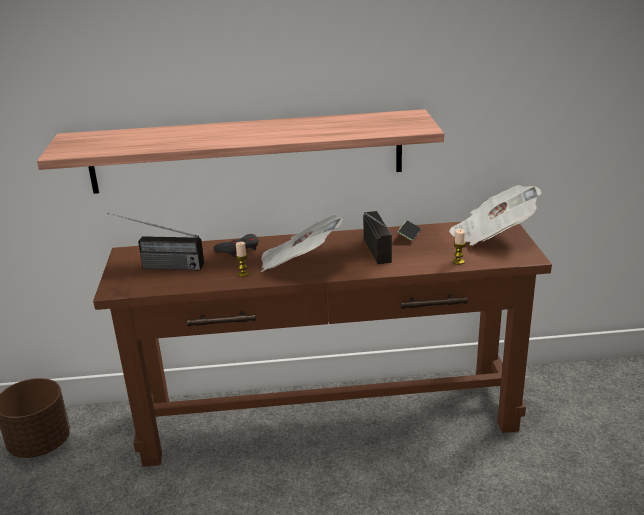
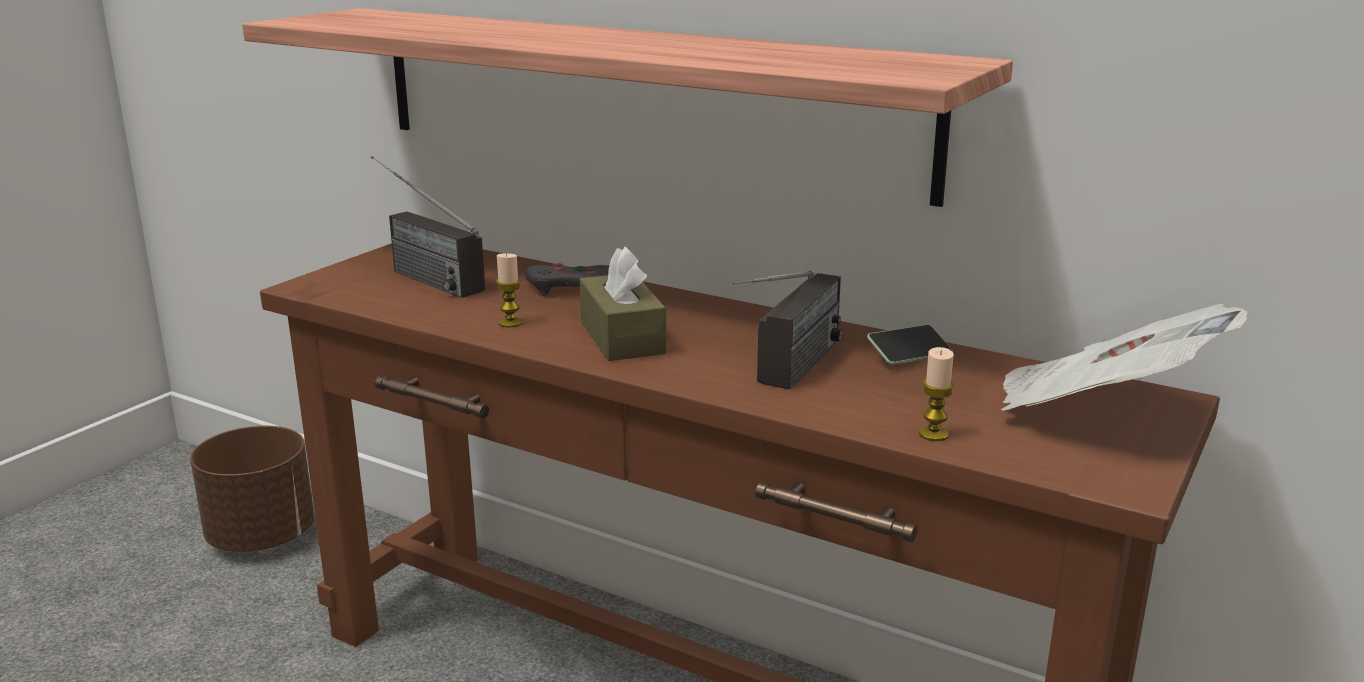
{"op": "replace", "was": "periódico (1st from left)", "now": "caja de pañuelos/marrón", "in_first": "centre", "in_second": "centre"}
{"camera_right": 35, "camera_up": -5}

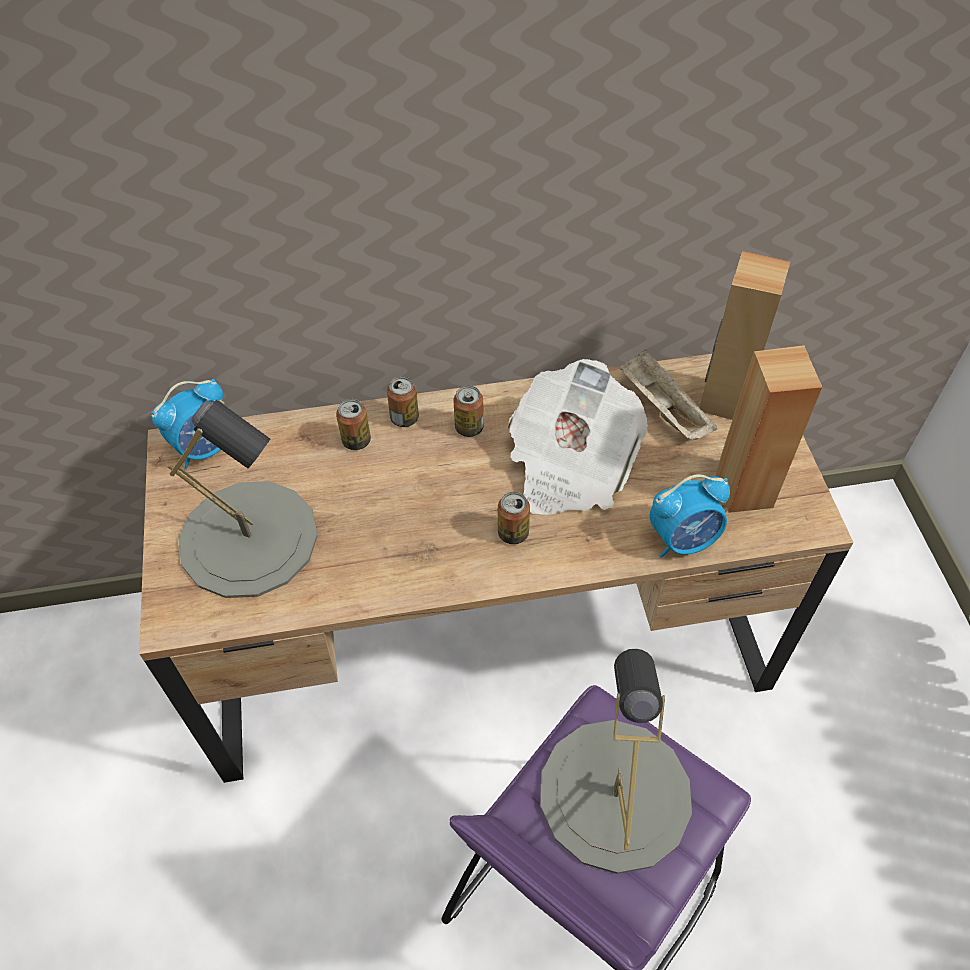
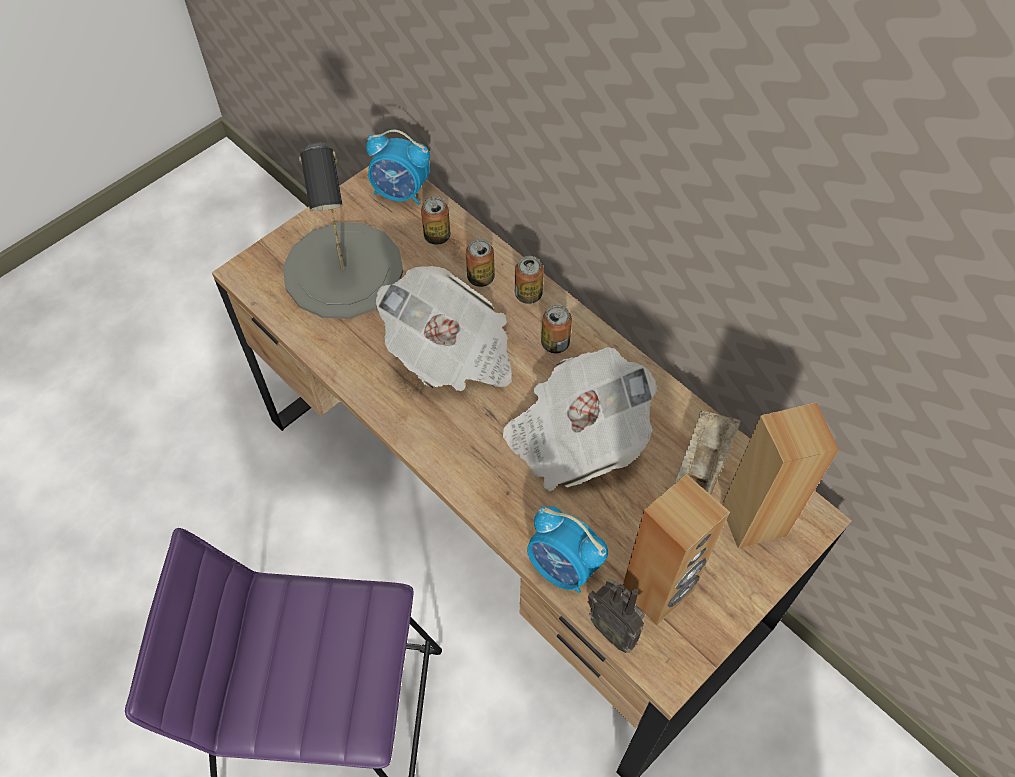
{"op": "delete", "was": "lámpara de mesa/gris (2nd from left)", "in_first": "bottom centre"}
{"op": "insert", "now": "periódico (1st from left)", "in_second": "centre"}
{"op": "insert", "now": "radio", "in_second": "bottom centre"}
{"op": "move", "was": "lata (4th from left in the first image)", "now": "lata (1st from left)", "in_first": "centre", "in_second": "top centre"}
{"camera_right": 55, "camera_up": 5}

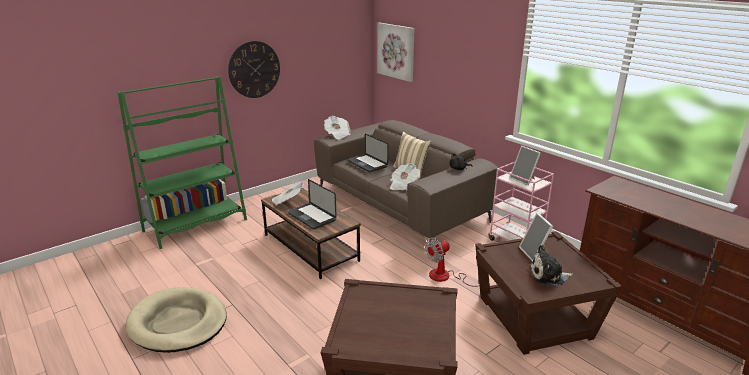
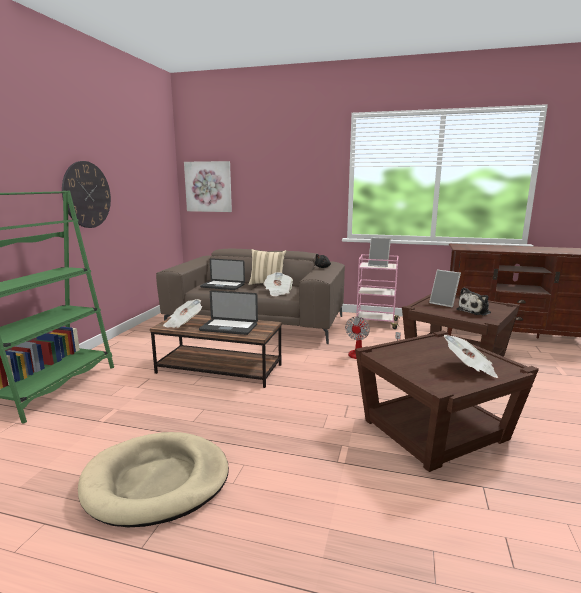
{"op": "move", "was": "periódico (2nd from left in the first image)", "now": "periódico (3rd from left)", "in_first": "centre", "in_second": "middle right"}
{"camera_right": -35, "camera_up": -10}

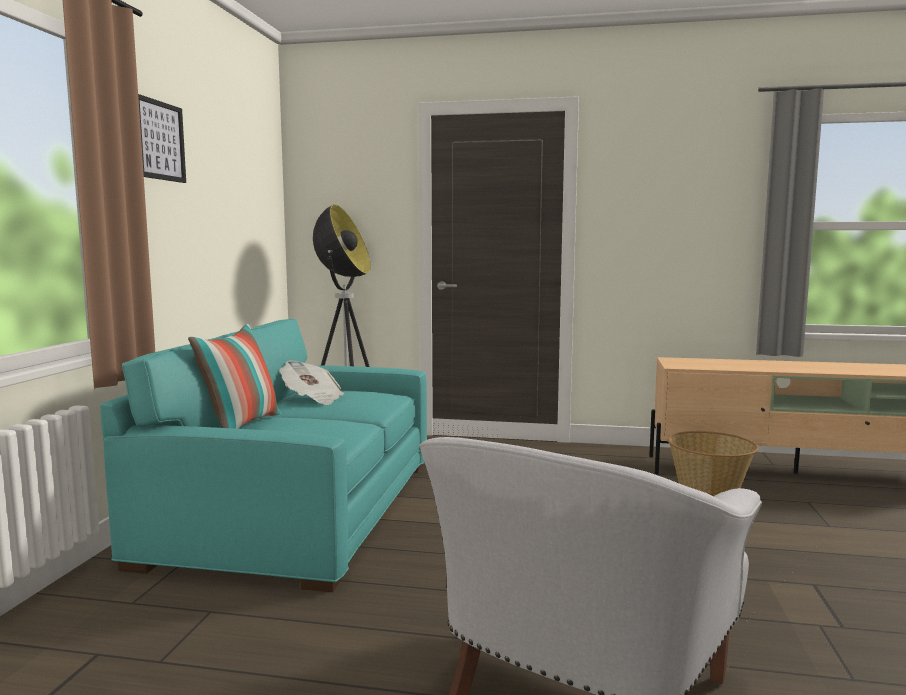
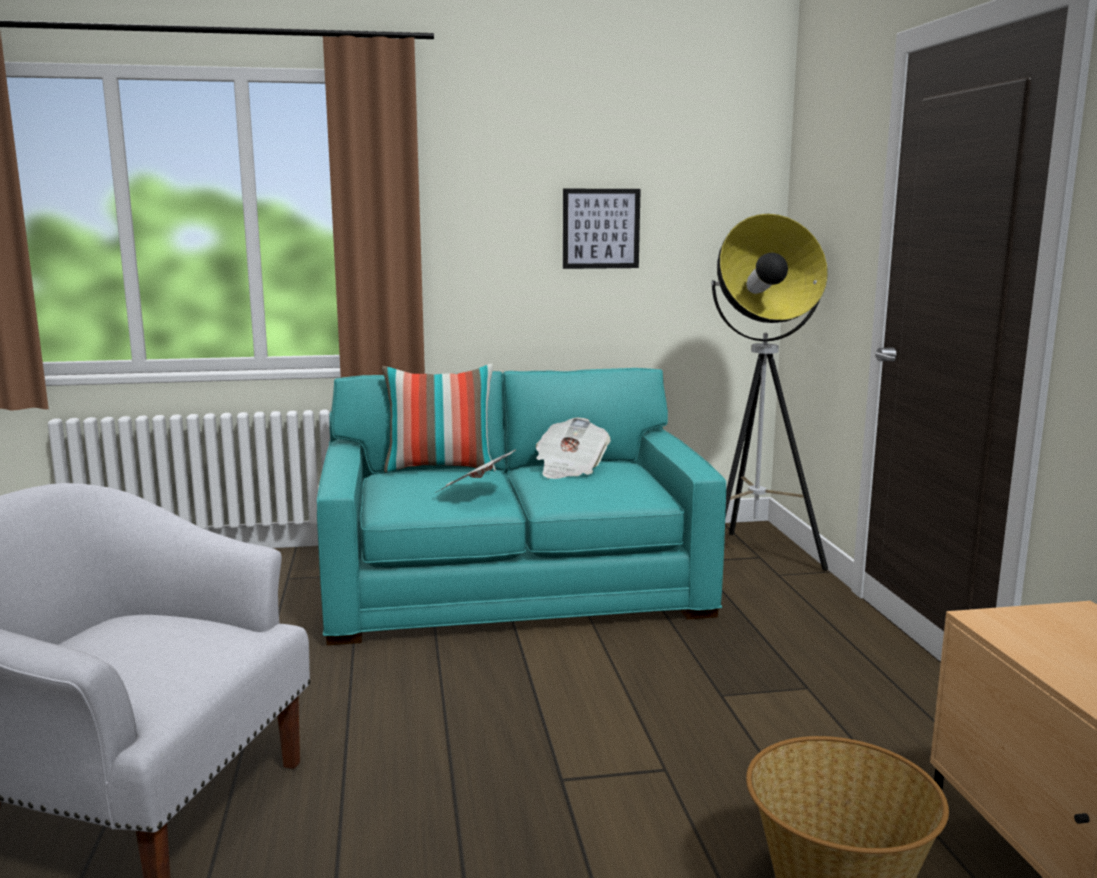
{"op": "insert", "now": "periódico (1st from left)", "in_second": "centre"}
{"op": "move", "was": "cuadro", "in_first": "top left", "in_second": "top centre"}
{"camera_right": 70, "camera_up": 5}

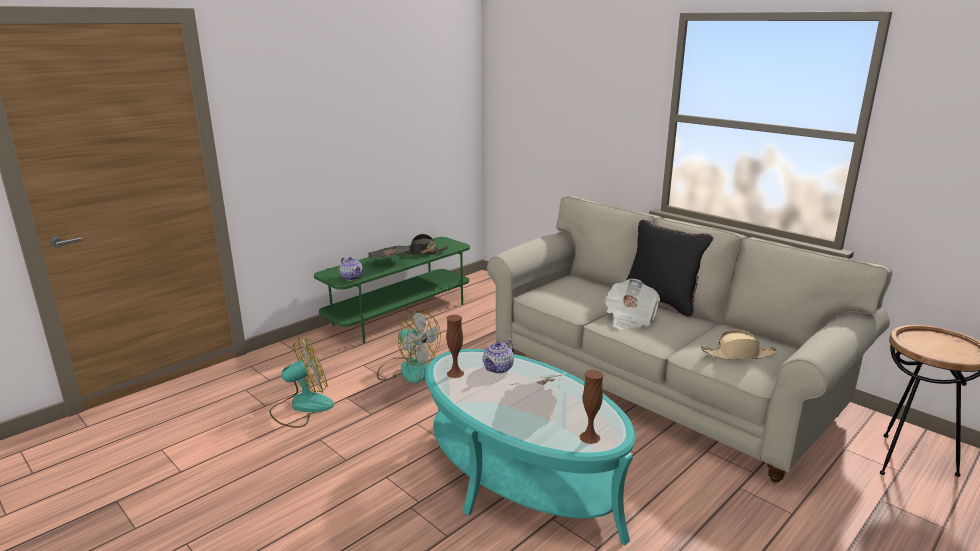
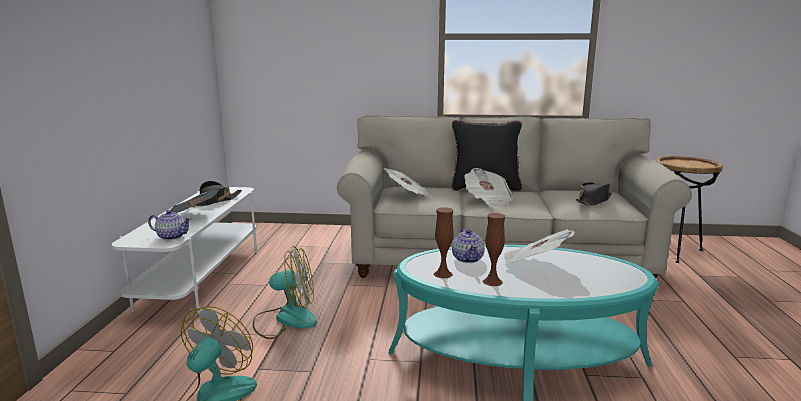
{"op": "insert", "now": "periódico (2nd from left)", "in_second": "centre"}
{"op": "move", "was": "florero/marrón (2nd from left)", "in_first": "bottom centre", "in_second": "centre"}
{"op": "recolor", "was": "mueble de televisión/verde", "now": "mueble de televisión/blanco", "in_first": "centre", "in_second": "middle left"}
{"op": "recolor", "was": "sombrero/beis", "now": "sombrero/negro (2nd from left)", "in_first": "middle right", "in_second": "middle right"}
{"camera_right": -40, "camera_up": -5}

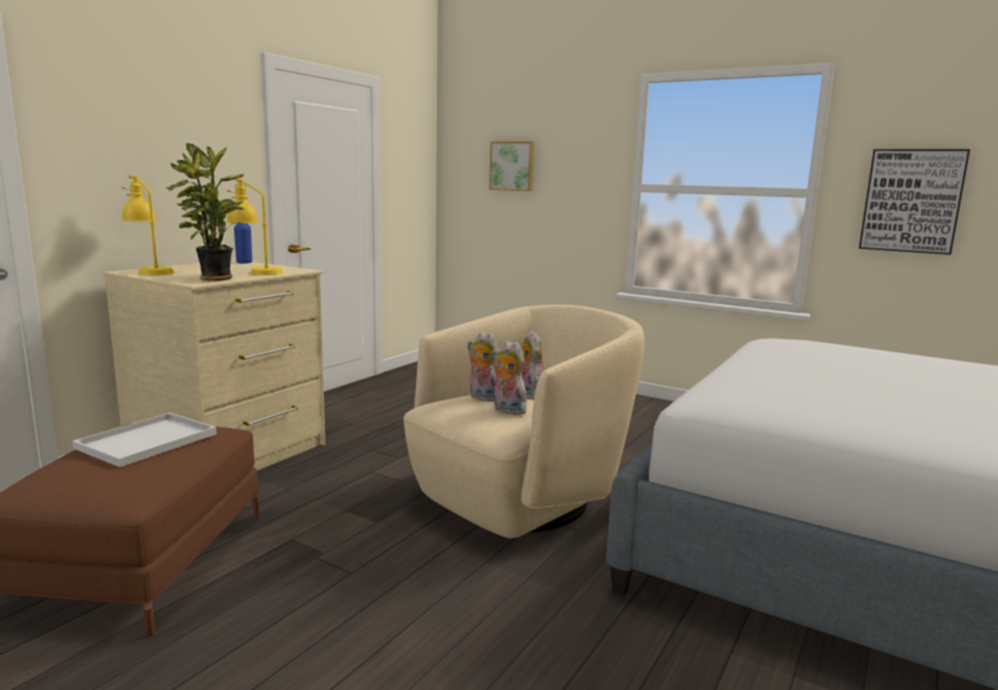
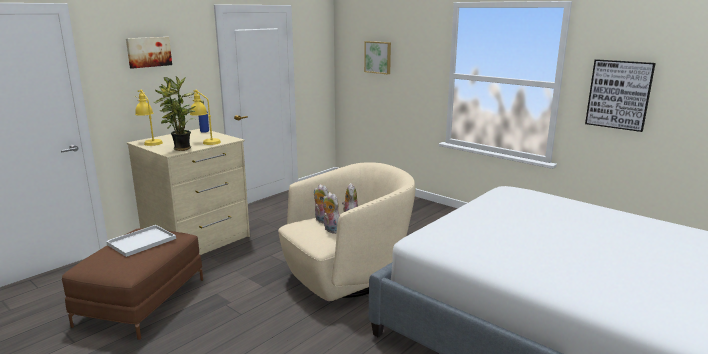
{"op": "insert", "now": "cuadro (1st from left)", "in_second": "top left"}
{"camera_right": 10, "camera_up": 5}

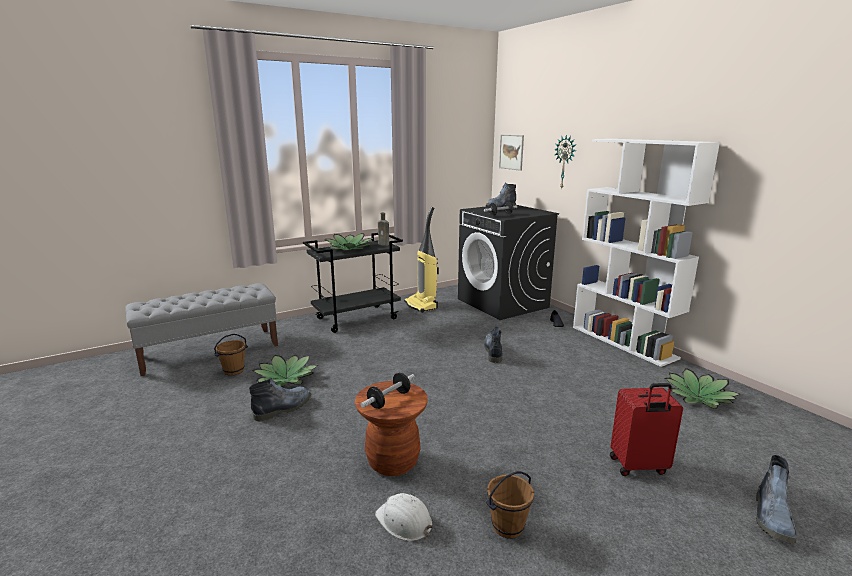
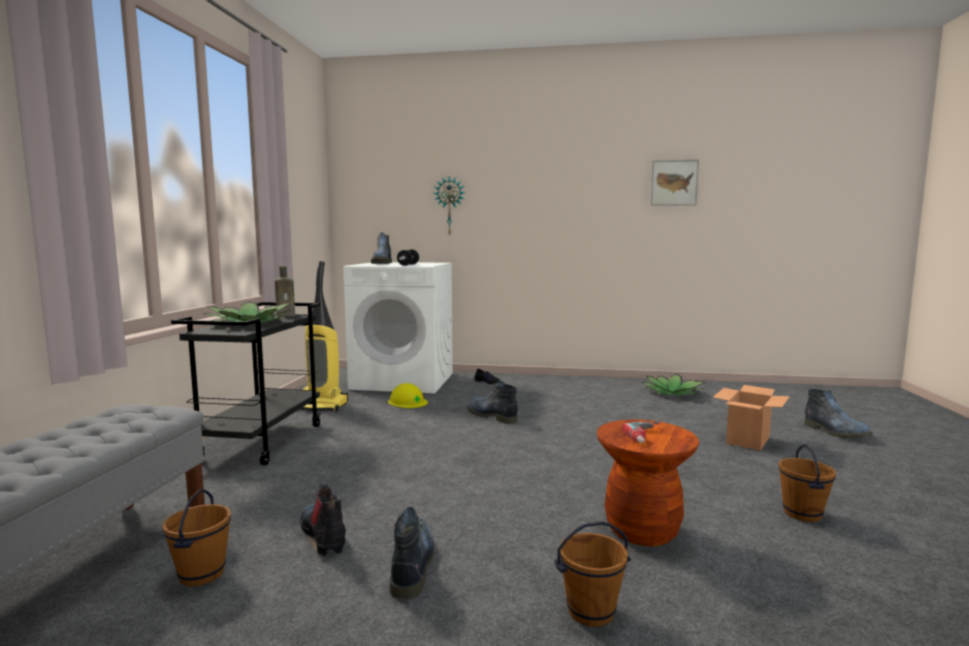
{"op": "delete", "was": "casco/blanco", "in_first": "bottom centre"}
{"op": "delete", "was": "estantería/blanco", "in_first": "middle right"}
{"op": "insert", "now": "casco/amarillo", "in_second": "centre"}
{"op": "insert", "now": "cubo/marrón (2nd from left)", "in_second": "bottom centre"}
{"op": "move", "was": "cuadro", "in_first": "top centre", "in_second": "top right"}
{"op": "replace", "was": "planta en maceta (1st from left)", "now": "bota (1st from left)", "in_first": "centre", "in_second": "bottom centre"}
{"op": "replace", "was": "mancuerna (1st from left)", "now": "taladro", "in_first": "bottom centre", "in_second": "bottom centre"}
{"op": "replace", "was": "maleta/rojo", "now": "caja de cartón", "in_first": "bottom right", "in_second": "middle right"}
{"op": "recolor", "was": "lavadora/negro", "now": "lavadora/blanco", "in_first": "centre", "in_second": "centre"}
{"camera_right": -50, "camera_up": -10}

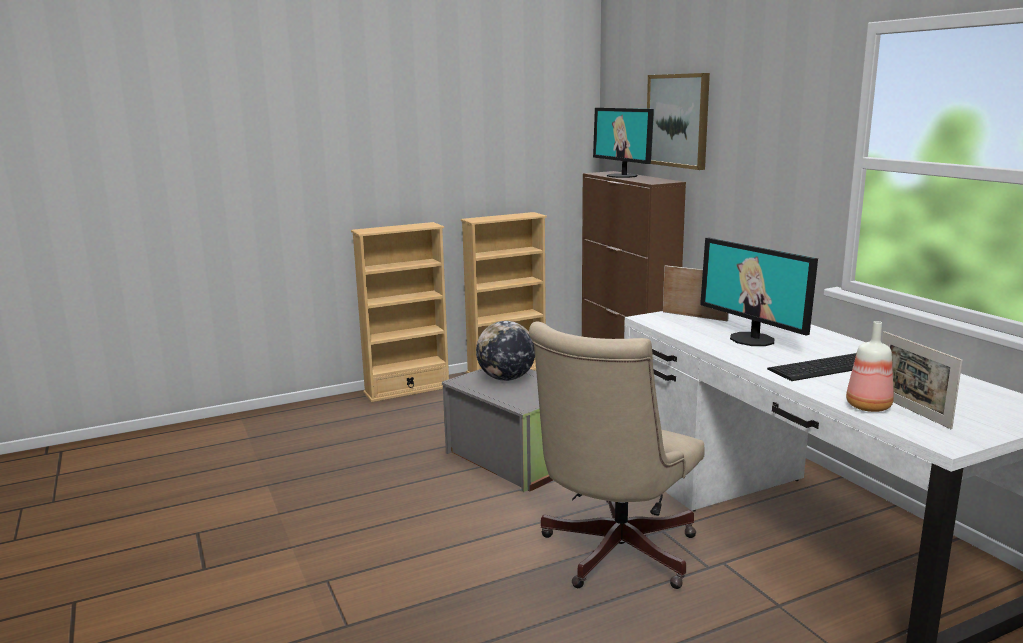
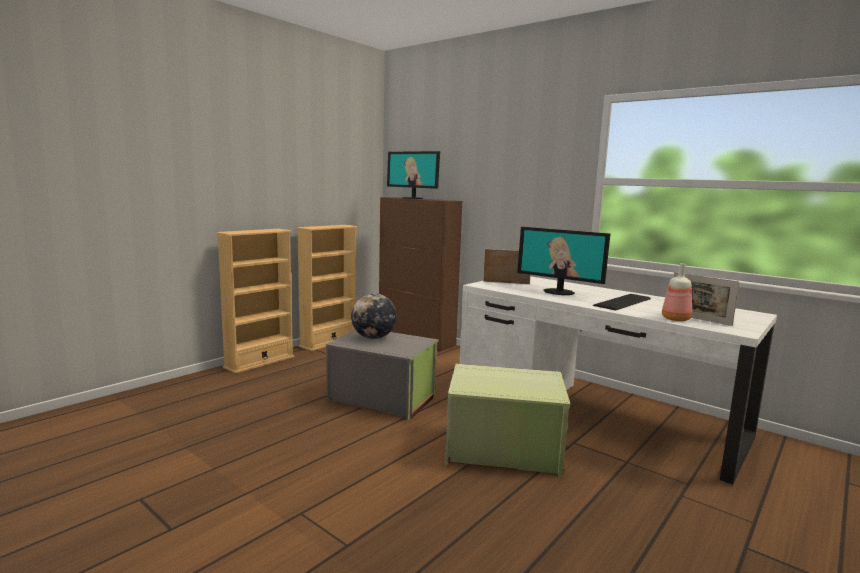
{"op": "delete", "was": "cuadro", "in_first": "top centre"}
{"op": "replace", "was": "silla de oficina/beis", "now": "caja de almacenaje/verde", "in_first": "bottom centre", "in_second": "bottom centre"}
{"camera_right": -25, "camera_up": -5}

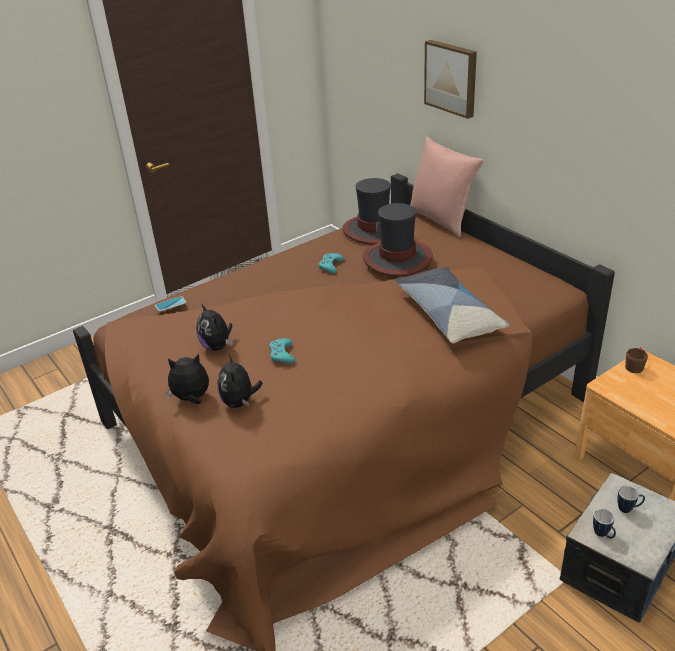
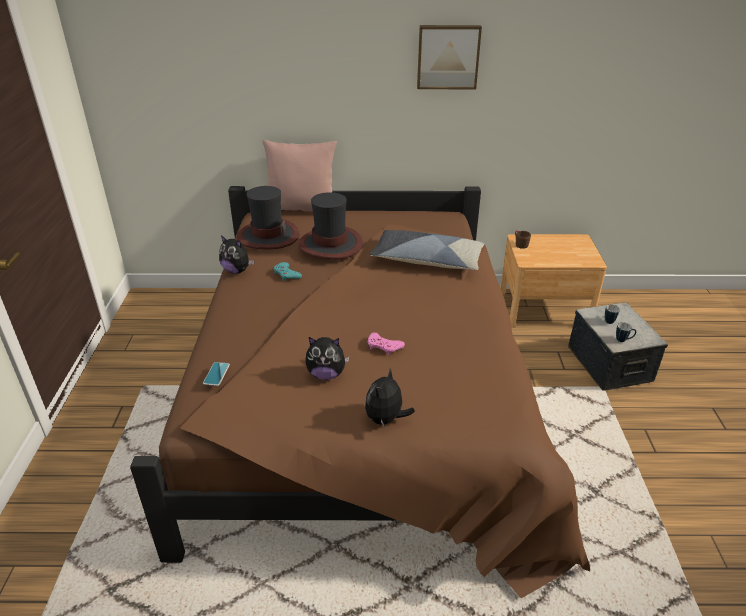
{"op": "move", "was": "peluche (3rd from left in the first image)", "now": "peluche (1st from left)", "in_first": "centre", "in_second": "middle left"}
{"op": "move", "was": "cuadro", "in_first": "top right", "in_second": "top centre"}
{"op": "recolor", "was": "mando de consola/turquesa (1st from left)", "now": "mando de consola/rosa", "in_first": "centre", "in_second": "centre"}
{"camera_right": -55, "camera_up": 0}

